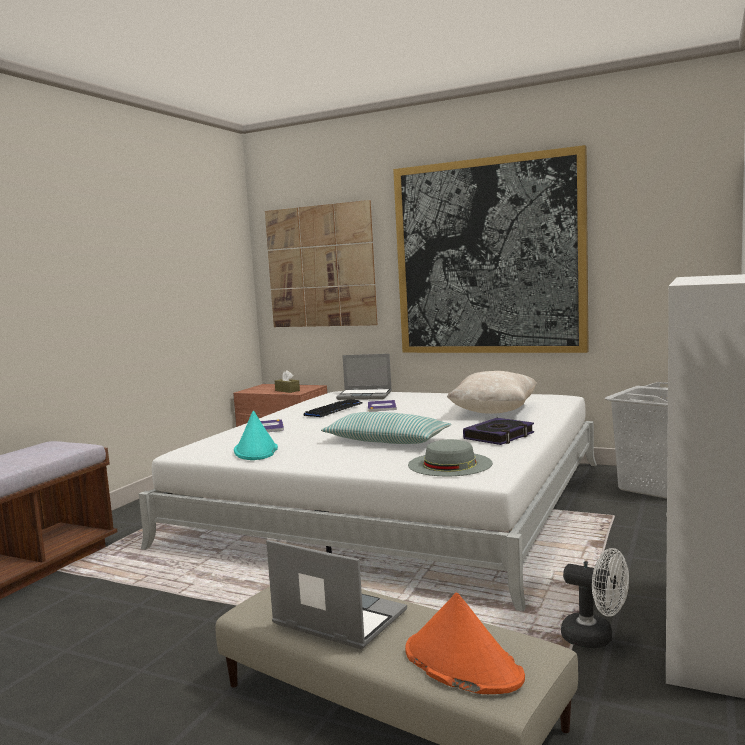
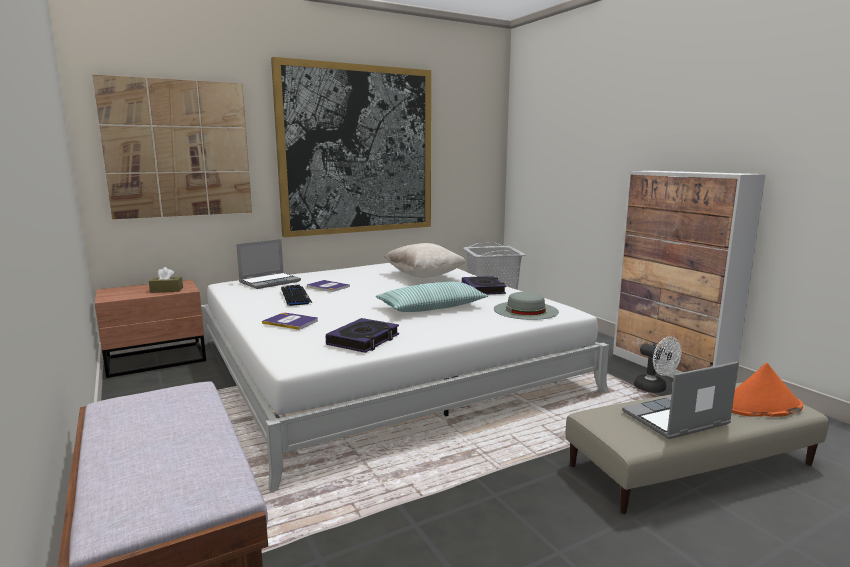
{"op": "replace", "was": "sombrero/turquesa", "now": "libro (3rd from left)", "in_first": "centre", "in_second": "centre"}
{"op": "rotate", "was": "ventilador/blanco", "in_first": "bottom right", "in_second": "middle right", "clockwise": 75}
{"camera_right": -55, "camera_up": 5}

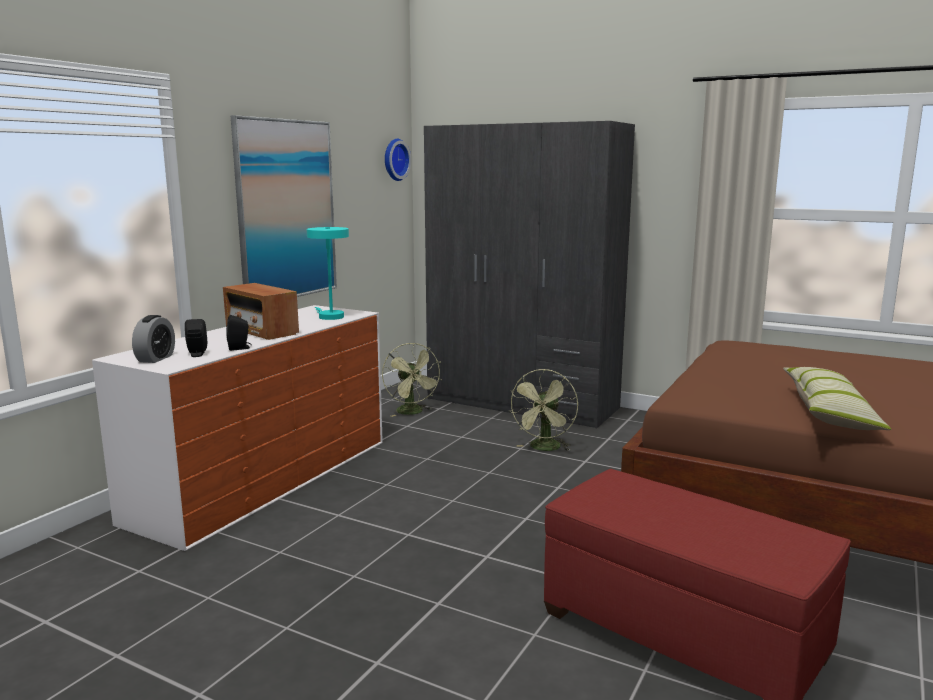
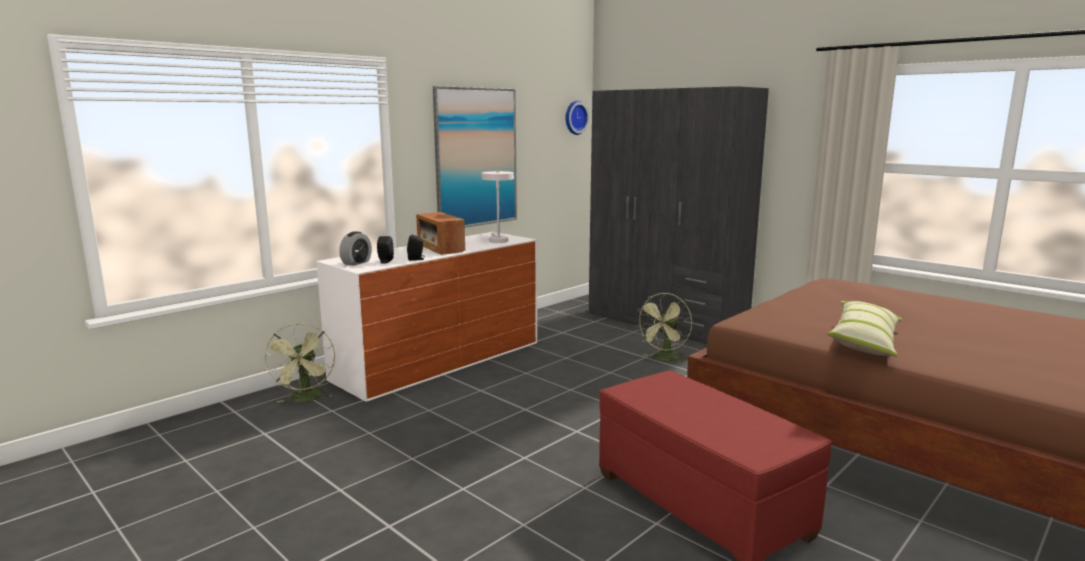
{"op": "move", "was": "ventilador/verde (1st from left)", "in_first": "centre", "in_second": "middle left"}
{"op": "recolor", "was": "lámpara de mesa/turquesa", "now": "lámpara de mesa/blanco", "in_first": "centre", "in_second": "centre"}
{"camera_right": 15, "camera_up": 0}

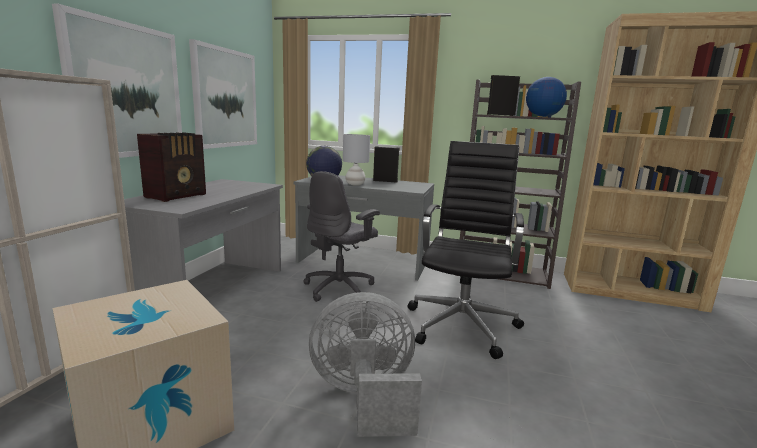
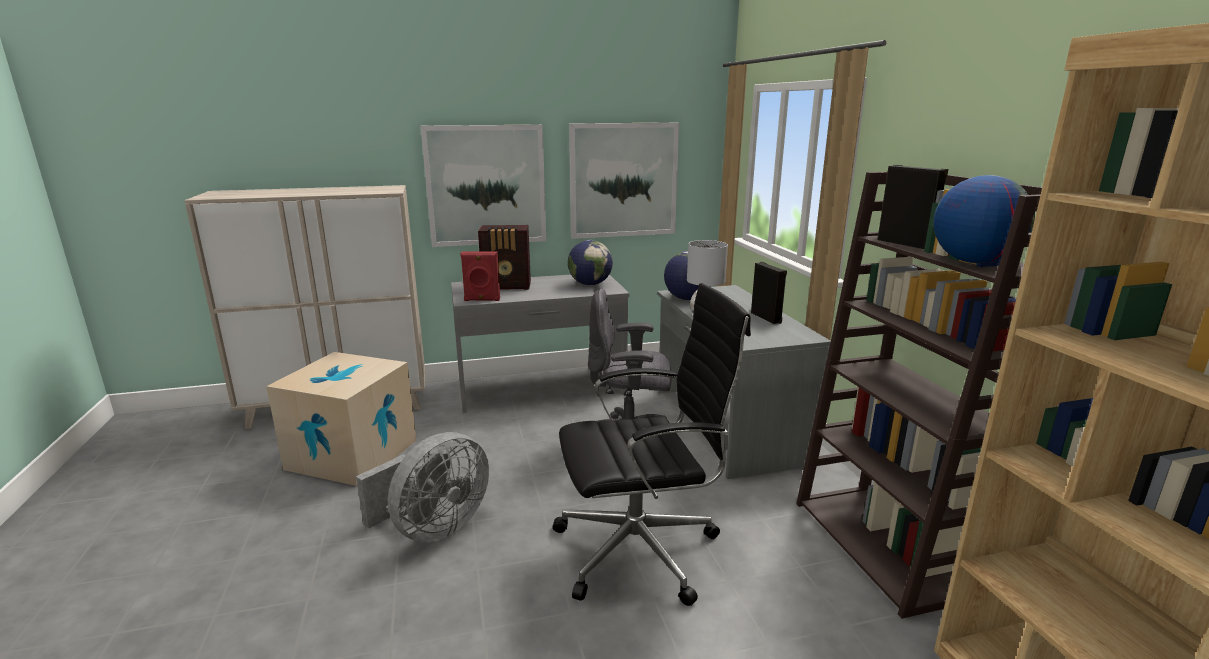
{"op": "insert", "now": "altavoz/rojo", "in_second": "centre"}
{"op": "insert", "now": "globo terráqueo (1st from left)", "in_second": "centre"}
{"op": "rotate", "was": "ventilador/gris", "in_first": "bottom centre", "in_second": "bottom centre", "clockwise": 75}
{"camera_right": 60, "camera_up": 5}

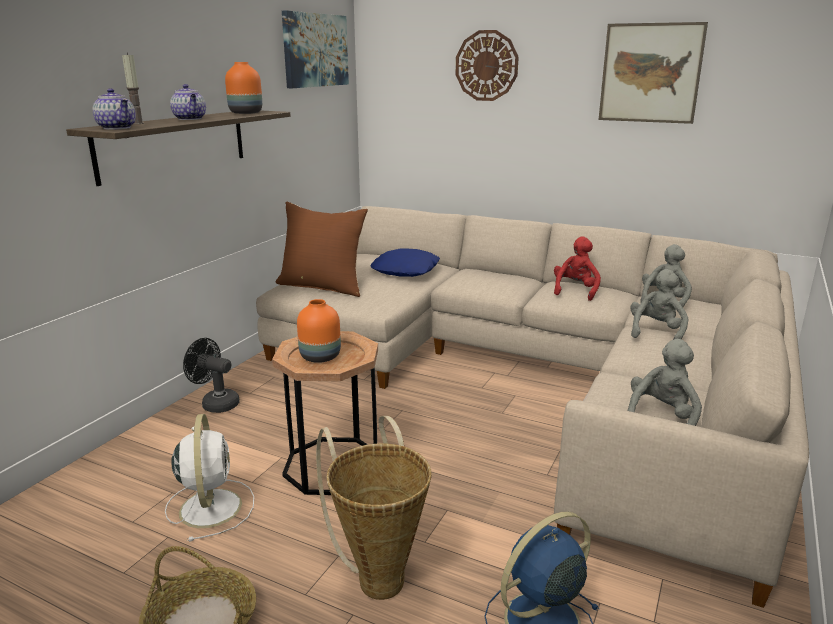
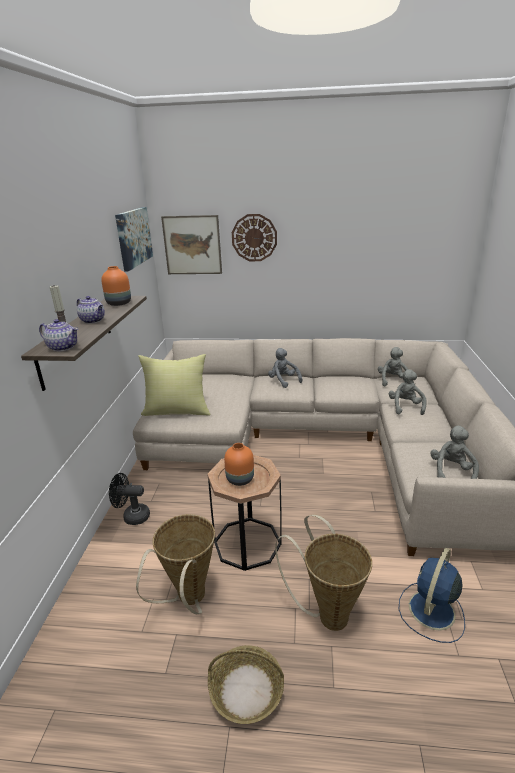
{"op": "delete", "was": "cojín/azul", "in_first": "centre"}
{"op": "delete", "was": "peluche/rojo", "in_first": "middle right"}
{"op": "insert", "now": "peluche/gris (1st from left)", "in_second": "centre"}
{"op": "move", "was": "cuadro (2nd from left)", "in_first": "top right", "in_second": "top centre"}
{"op": "replace", "was": "ventilador/blanco", "now": "cesta (1st from left)", "in_first": "bottom left", "in_second": "bottom centre"}
{"op": "recolor", "was": "cojín/marrón", "now": "cojín/amarillo", "in_first": "centre", "in_second": "centre"}
{"camera_right": -20, "camera_up": 5}

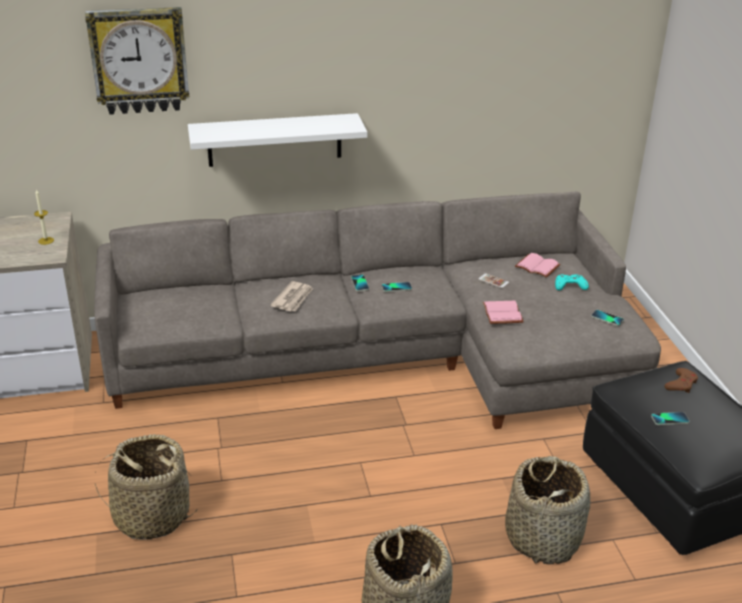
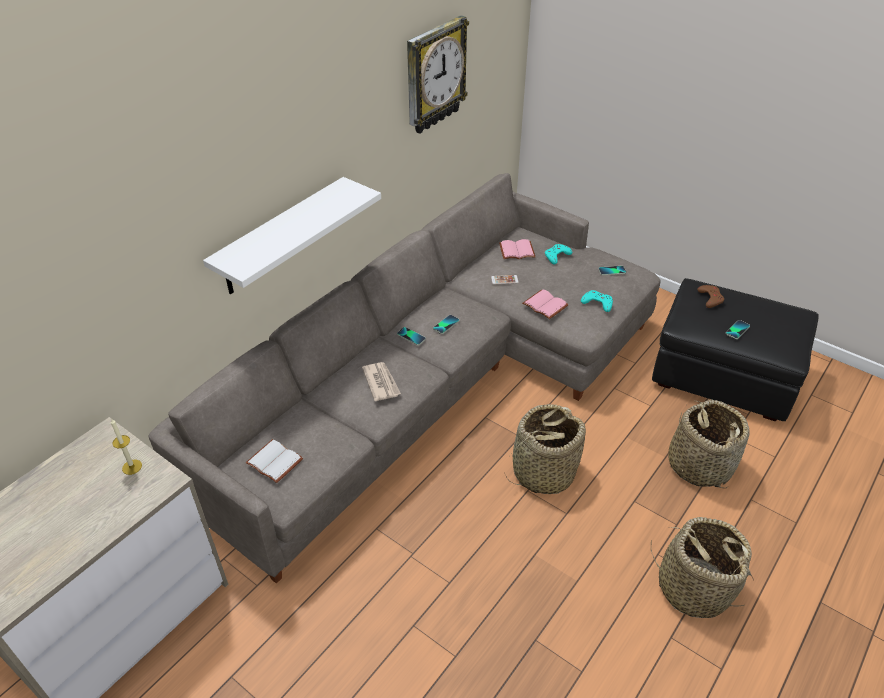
{"op": "insert", "now": "libro/blanco", "in_second": "middle left"}
{"op": "insert", "now": "mando de consola/turquesa (2nd from left)", "in_second": "middle right"}
{"op": "move", "was": "reloj de pared", "in_first": "top left", "in_second": "top centre"}
{"op": "move", "was": "cesta (1st from left)", "in_first": "bottom left", "in_second": "centre"}
{"camera_right": -40, "camera_up": 10}

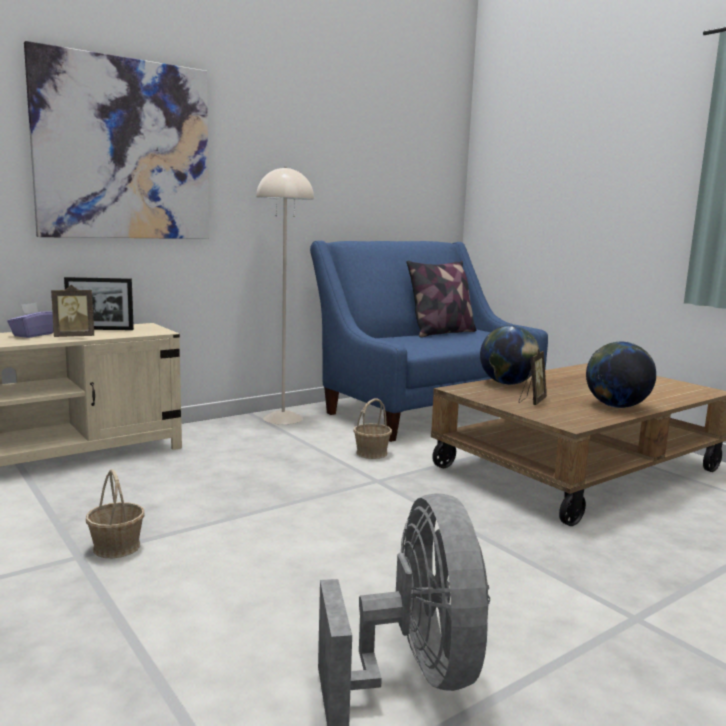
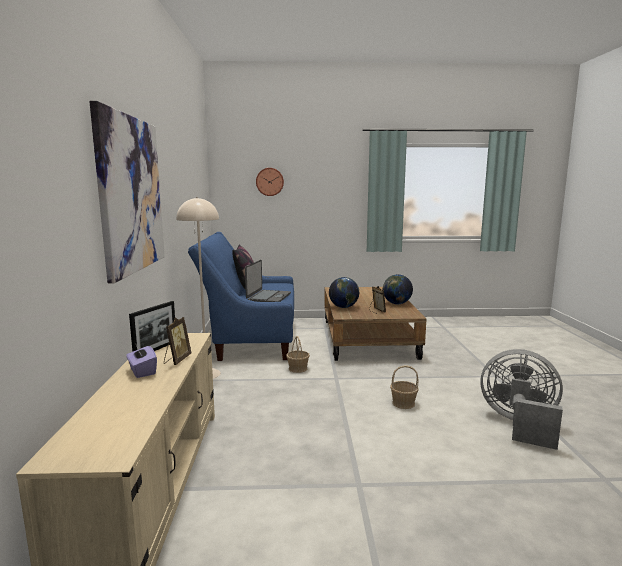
{"op": "insert", "now": "portátil", "in_second": "centre"}
{"op": "insert", "now": "reloj de pared", "in_second": "top centre"}
{"op": "move", "was": "cesta (1st from left in the first image)", "now": "cesta (2nd from left)", "in_first": "bottom left", "in_second": "bottom centre"}
{"camera_right": -55, "camera_up": 0}

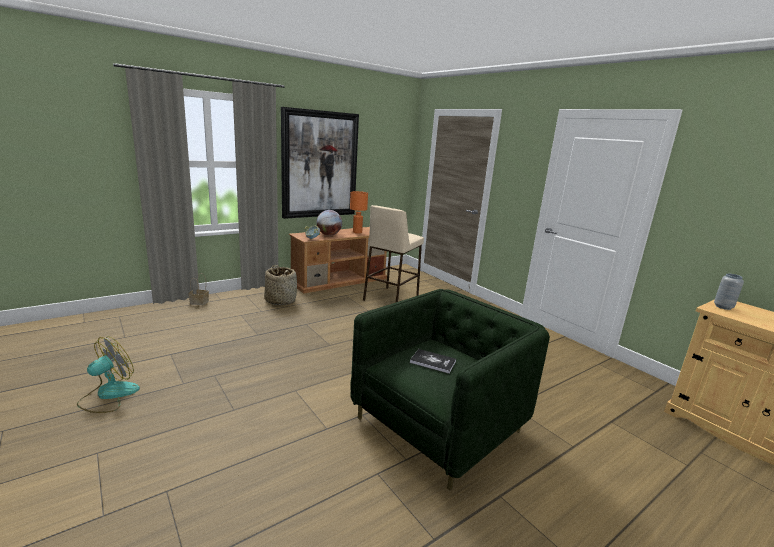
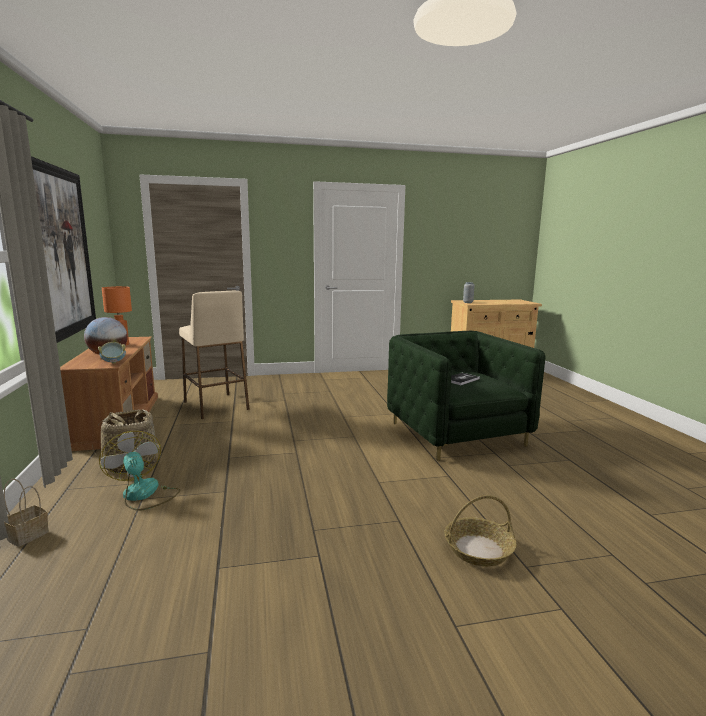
{"op": "insert", "now": "cesta (3rd from left)", "in_second": "bottom right"}
{"op": "move", "was": "ventilador", "in_first": "bottom left", "in_second": "middle left"}
{"camera_right": -65, "camera_up": -5}

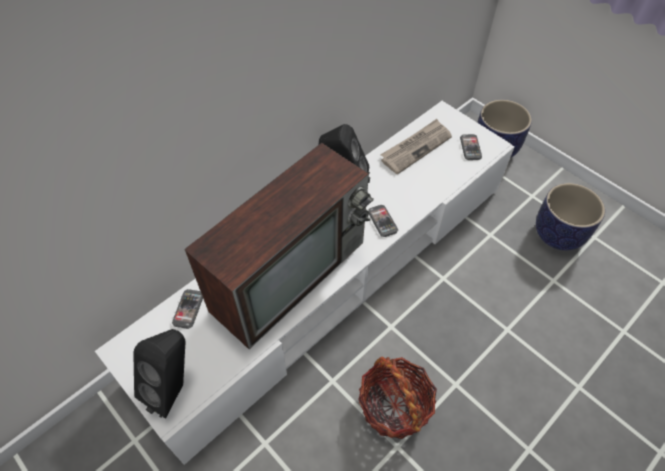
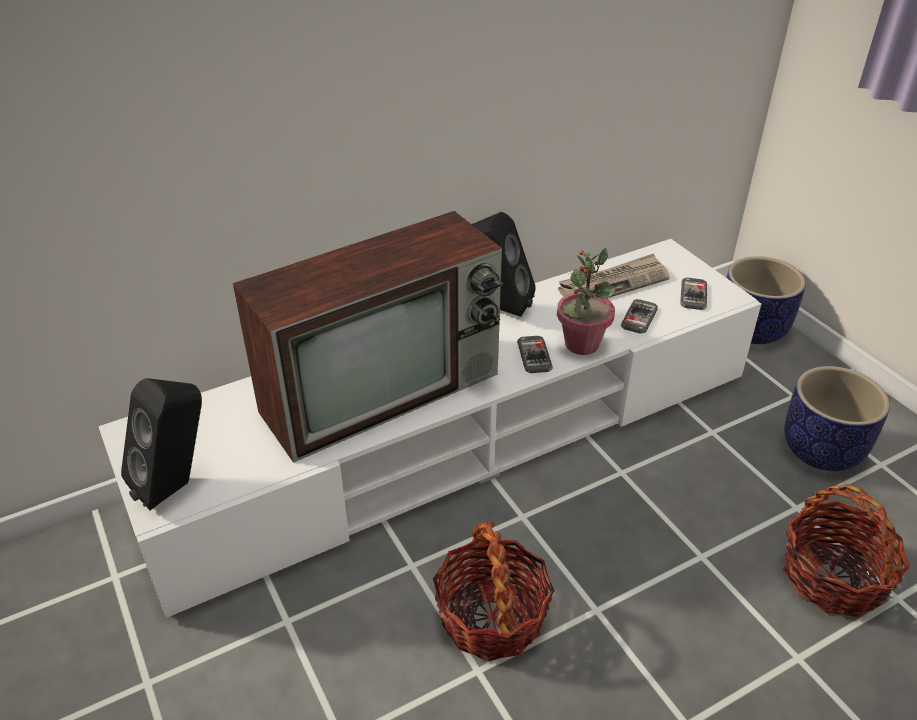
{"op": "insert", "now": "planta en maceta", "in_second": "centre"}
{"op": "insert", "now": "cesta (2nd from left)", "in_second": "bottom right"}
{"op": "move", "was": "móvil (1st from left in the first image)", "now": "móvil (2nd from left)", "in_first": "middle left", "in_second": "middle right"}
{"camera_right": 15, "camera_up": -15}

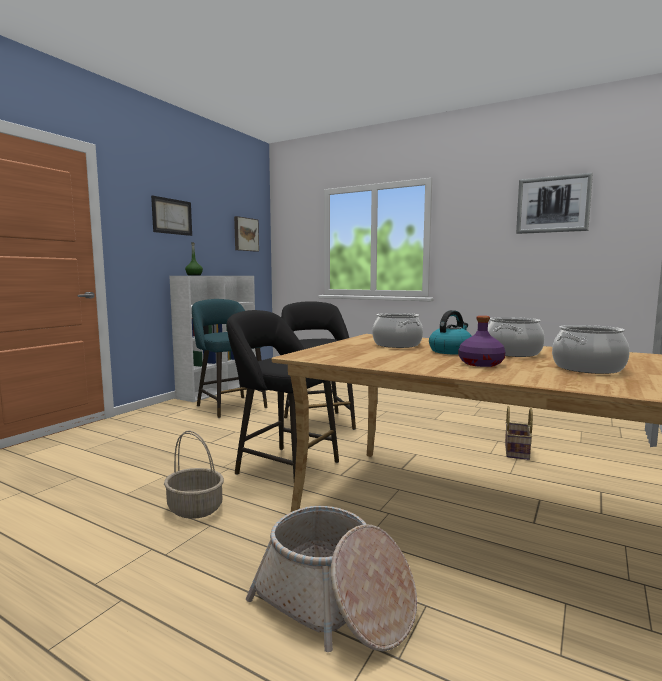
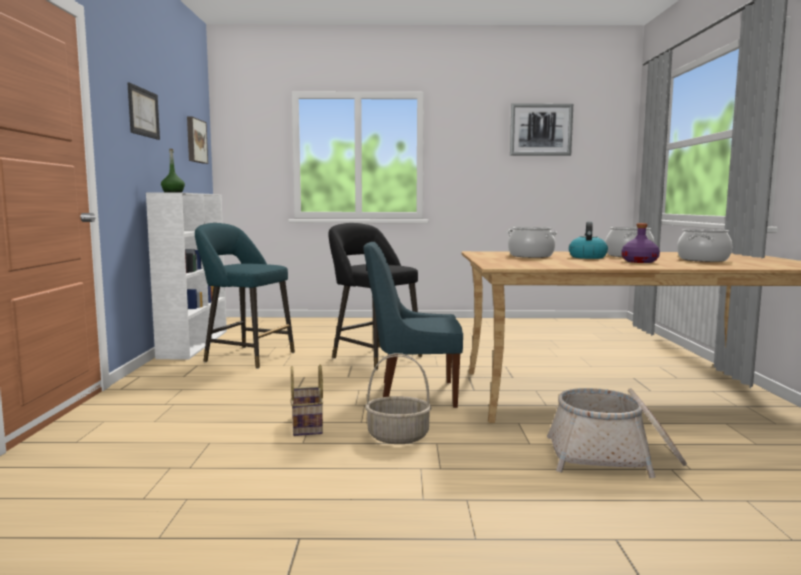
{"op": "move", "was": "cesta (3rd from left in the first image)", "now": "cesta (1st from left)", "in_first": "middle right", "in_second": "bottom centre"}
{"op": "replace", "was": "taburete/negro (1st from left)", "now": "silla/azul", "in_first": "centre", "in_second": "centre"}
{"camera_right": -30, "camera_up": 0}

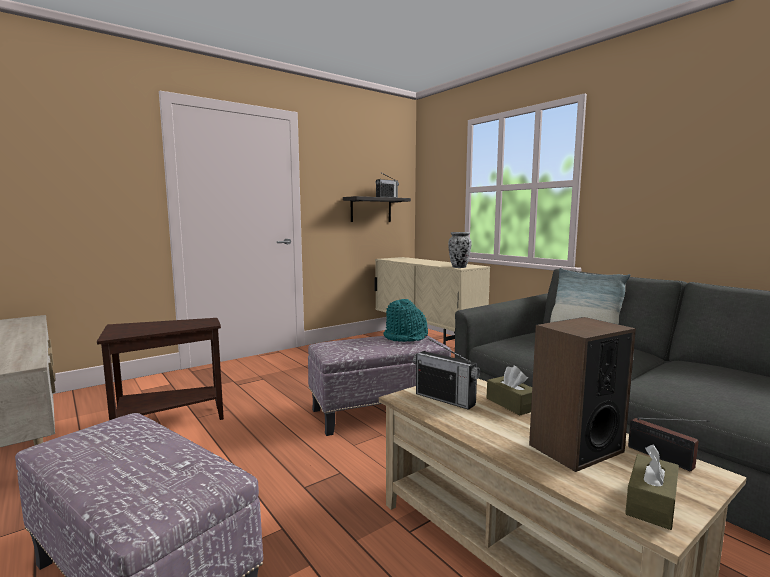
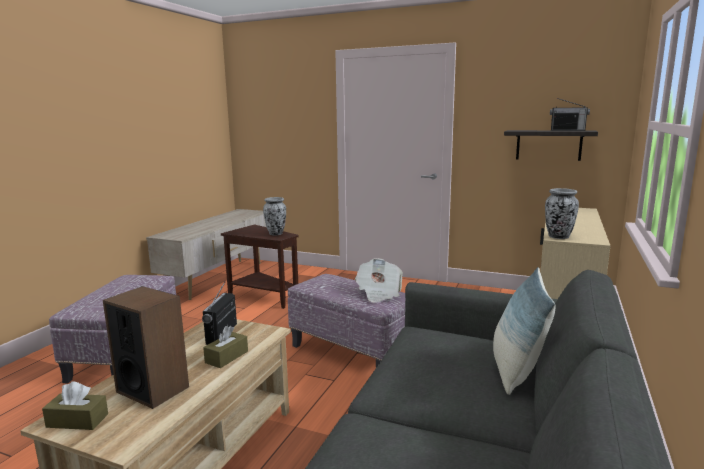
{"op": "delete", "was": "radio (3rd from left)", "in_first": "bottom right"}
{"op": "insert", "now": "florero (1st from left)", "in_second": "centre"}
{"op": "replace", "was": "sombrero/turquesa", "now": "periódico", "in_first": "centre", "in_second": "centre"}
{"camera_right": 60, "camera_up": 5}

